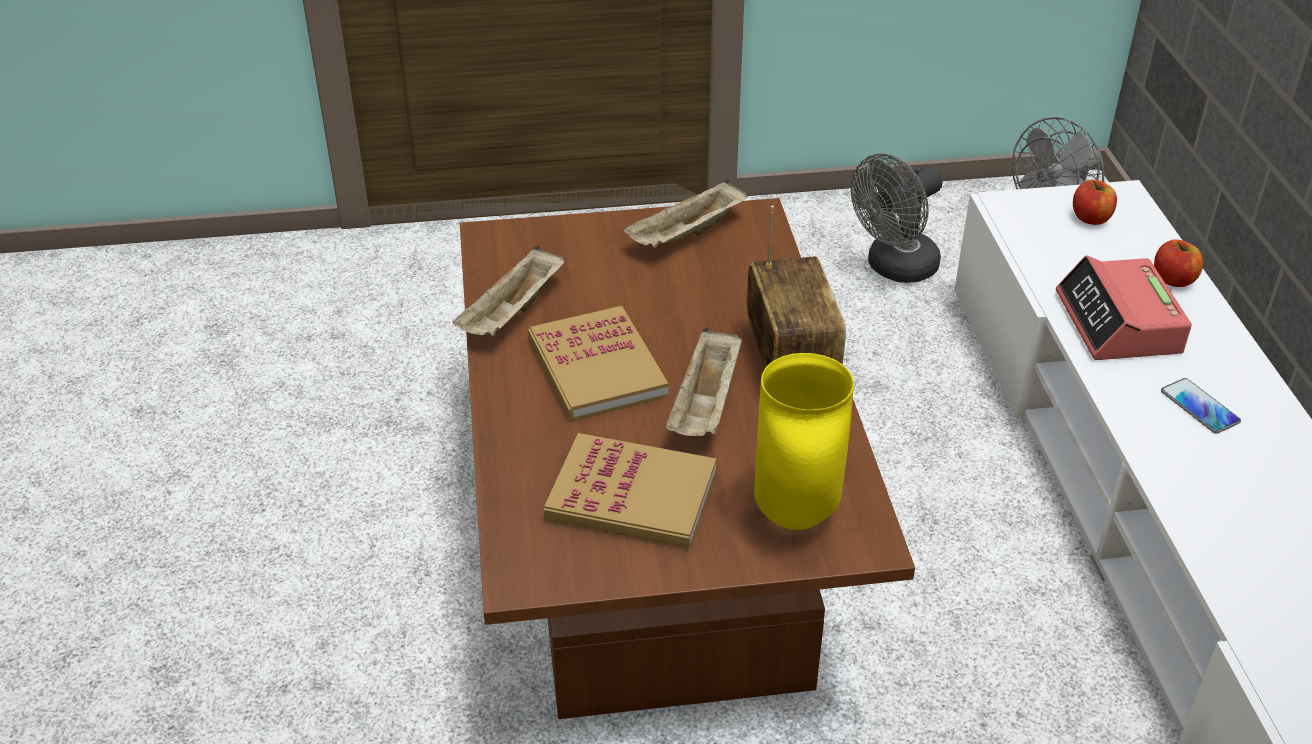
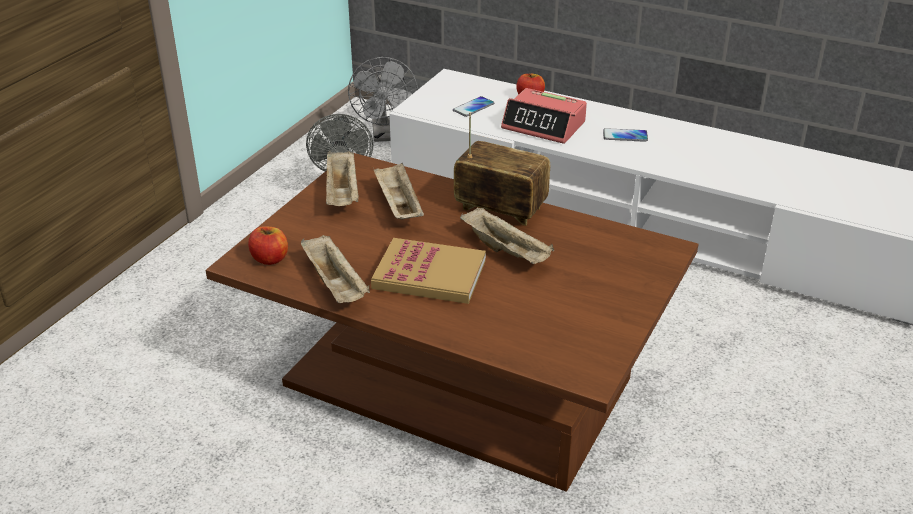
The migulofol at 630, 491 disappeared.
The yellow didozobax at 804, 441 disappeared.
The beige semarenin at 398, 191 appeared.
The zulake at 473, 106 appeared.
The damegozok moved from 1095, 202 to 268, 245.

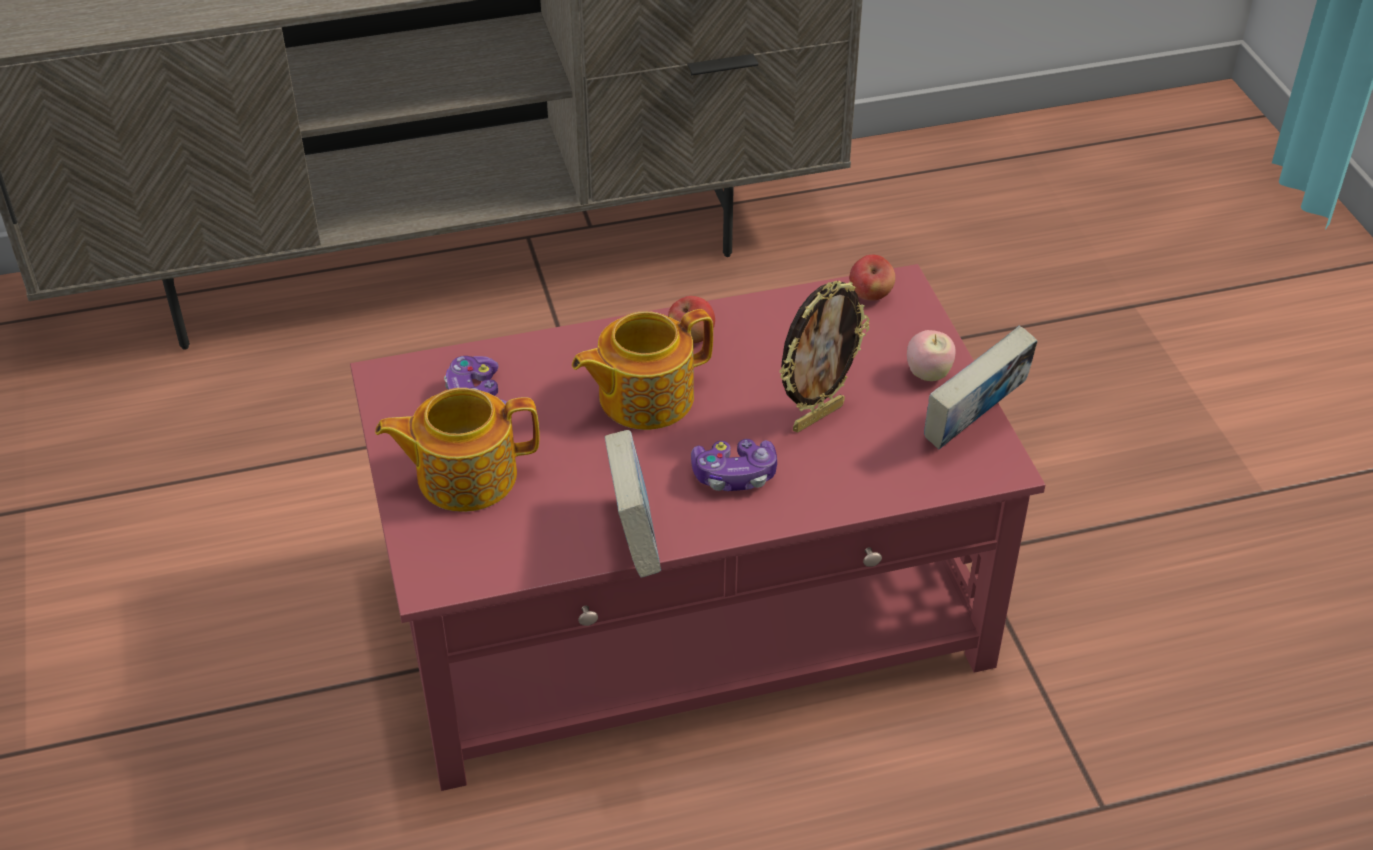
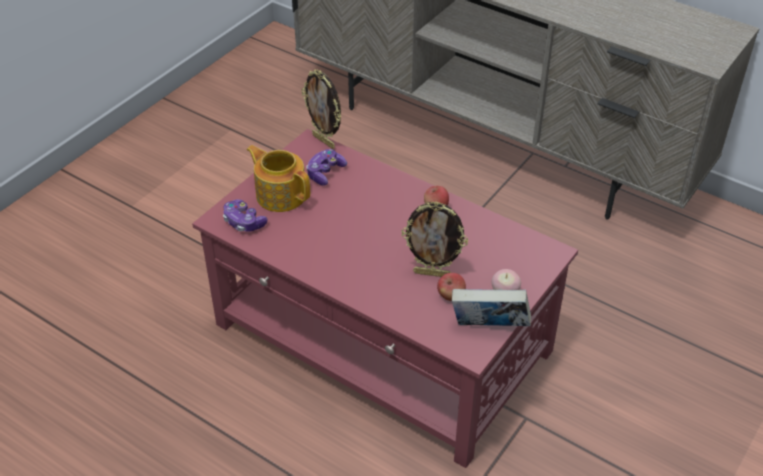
The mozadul at 642, 369 disappeared.
The migulofol at 633, 504 disappeared.
The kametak at 321, 109 appeared.
The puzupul moved from 734, 465 to 245, 215.
The damegozok moved from 872, 278 to 451, 287.

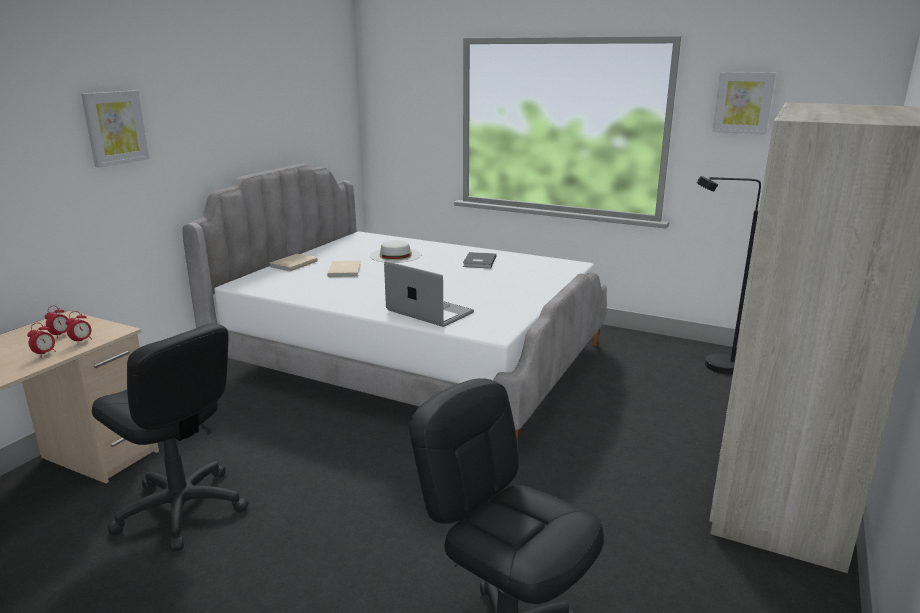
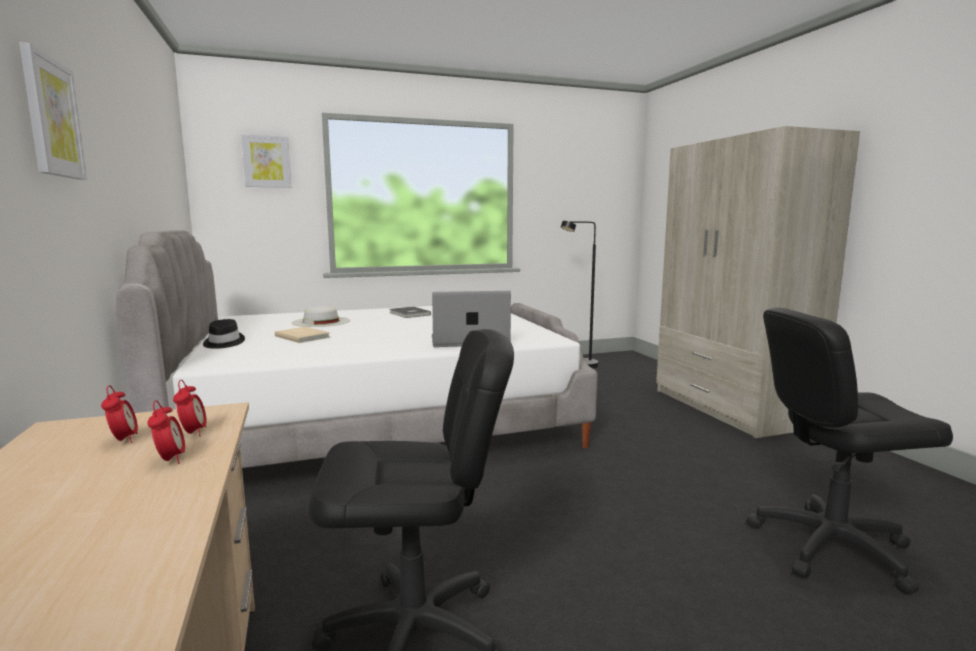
The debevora moved from 744, 103 to 266, 161.
The beige migulofol at 294, 262 was replaced by the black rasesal at 224, 334.

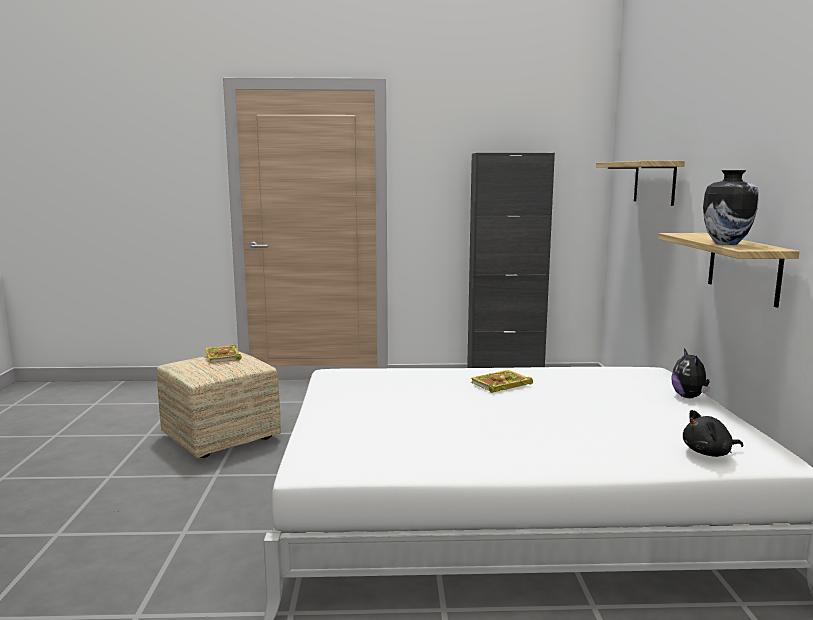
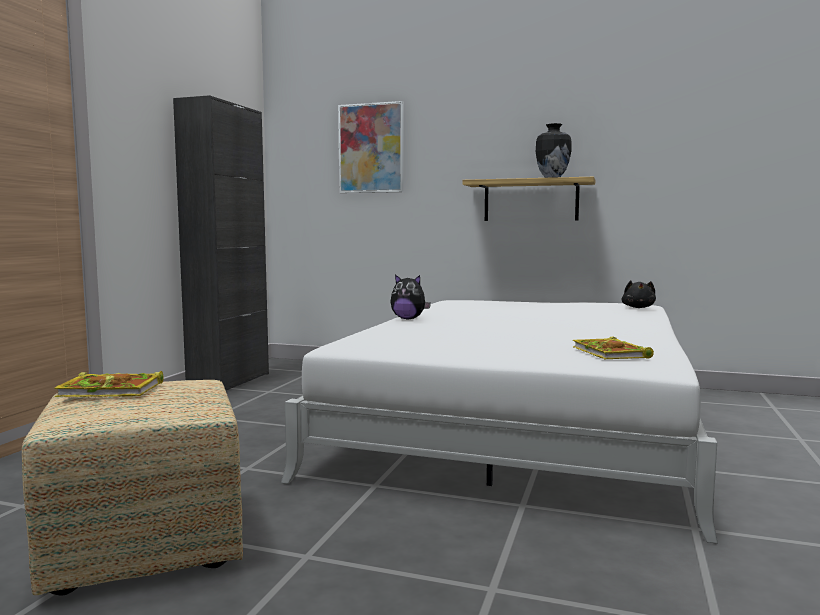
The migulofol moved from 502, 381 to 613, 348.
The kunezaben moved from 690, 373 to 411, 296.
The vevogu at 640, 183 was replaced by the debevora at 371, 147.

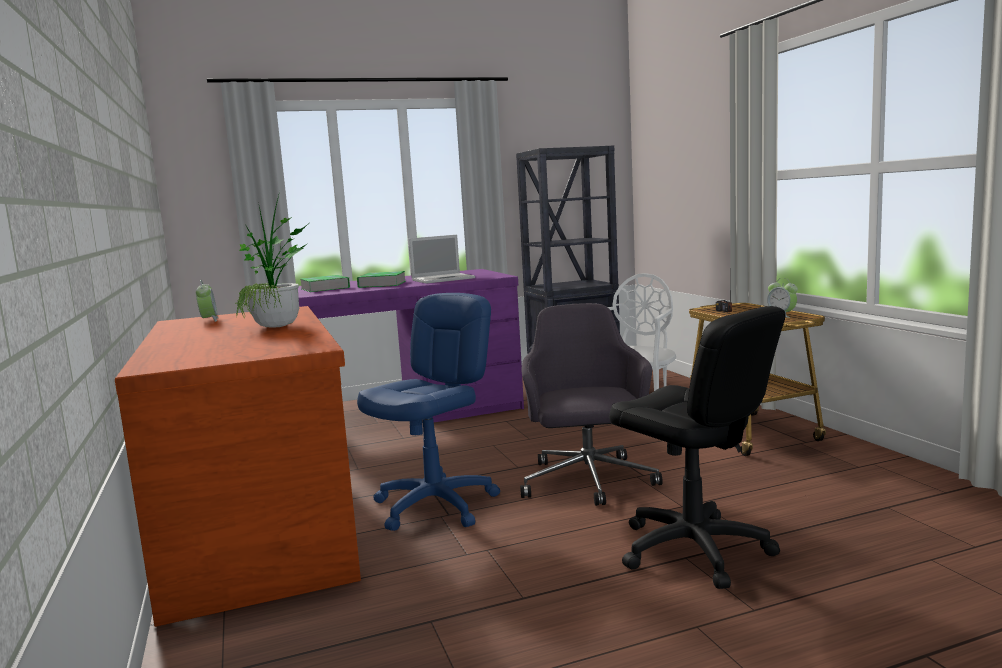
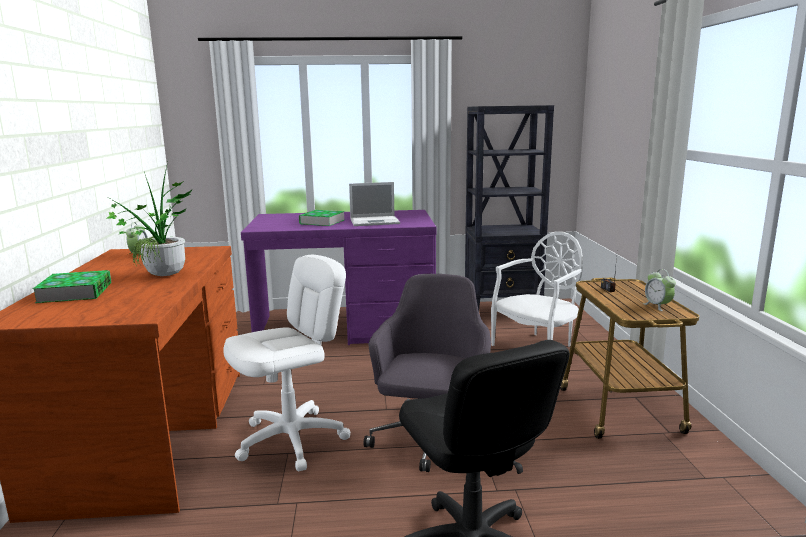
The migulofol moved from 325, 283 to 72, 286.
The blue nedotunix at 428, 412 became the white nedotunix at 286, 363.

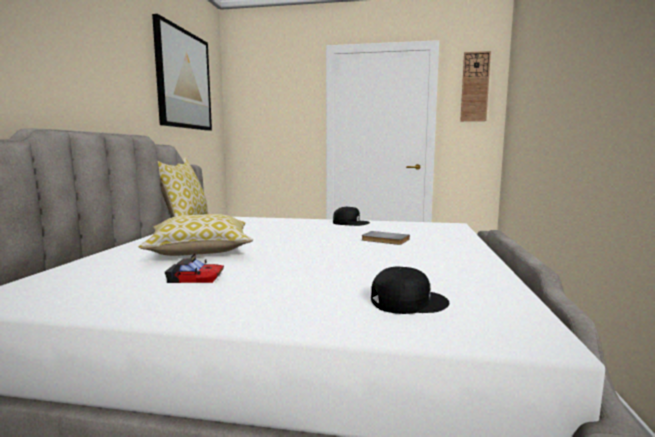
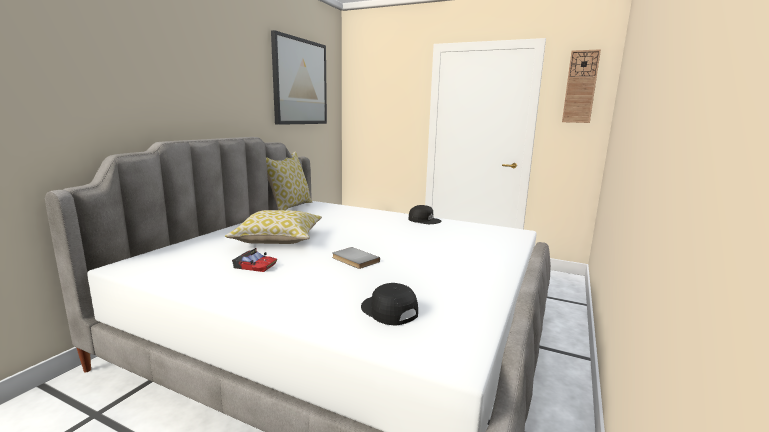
The grey migulofol moved from 386, 238 to 356, 258.
The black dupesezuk at 410, 290 turned 135 degrees counterclockwise.

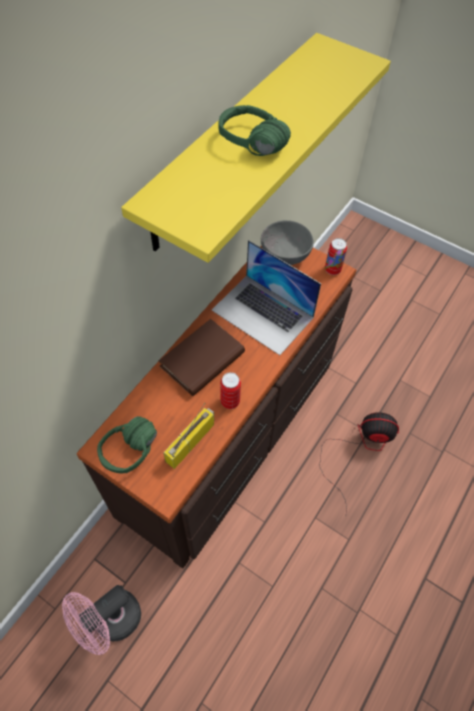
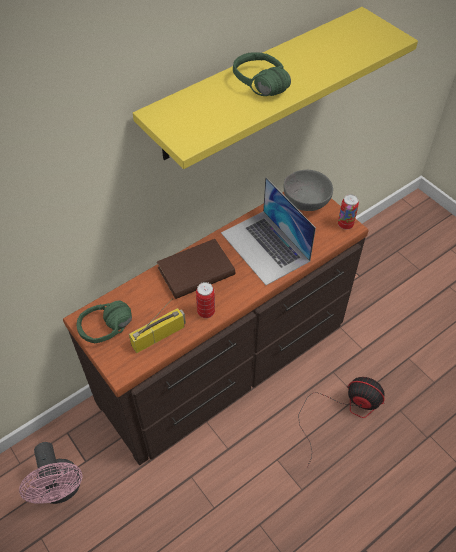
The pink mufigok at 101, 620 turned 90 degrees counterclockwise.

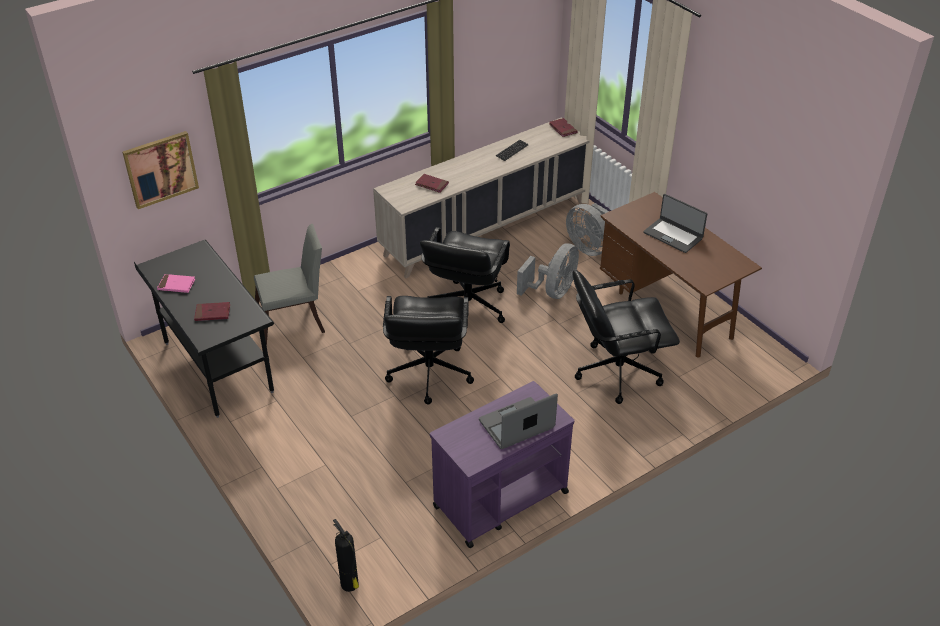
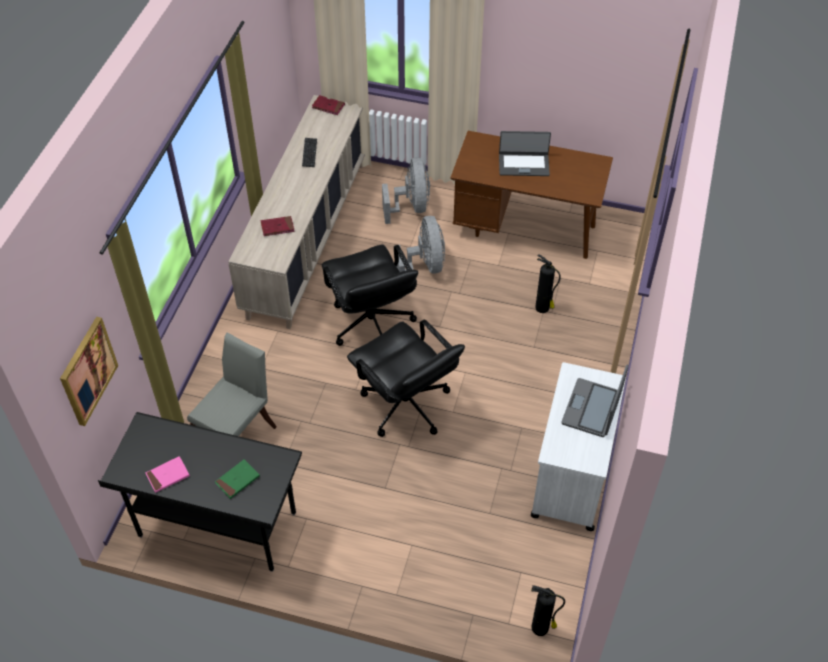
The black nedotunix at 626, 337 was replaced by the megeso at 548, 283.
The red migulofol at 212, 311 became the green migulofol at 237, 479.
The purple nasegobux at 502, 464 became the white nasegobux at 578, 446.
The grey mufigok at 587, 229 turned 105 degrees counterclockwise.

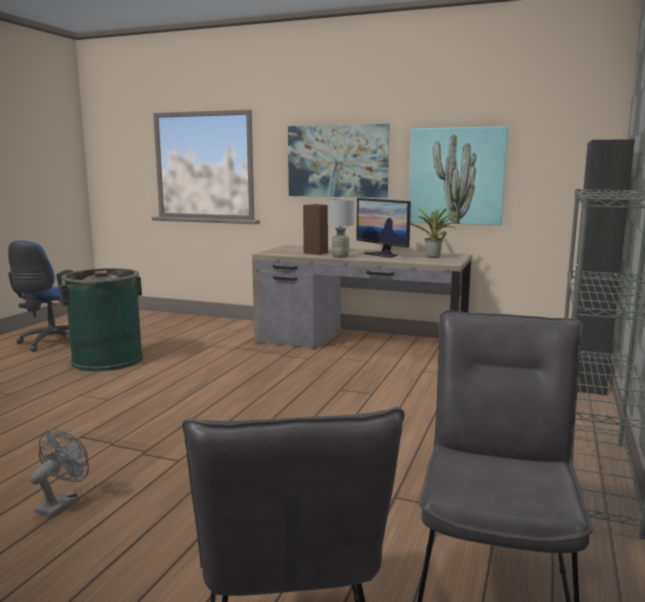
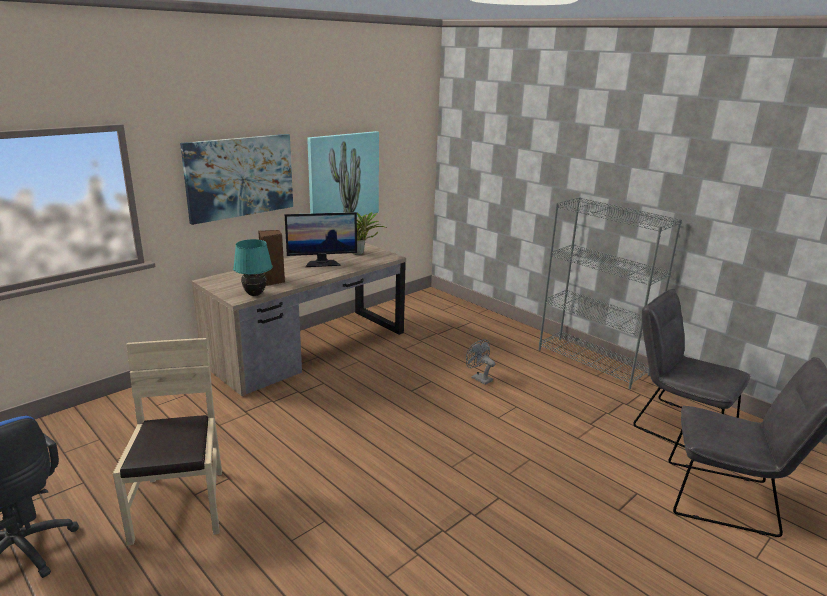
The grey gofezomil at 341, 228 disappeared.
The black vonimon at 603, 267 disappeared.
The turquoise gofezomil at 252, 267 appeared.
The grey mufigok moved from 59, 473 to 480, 362.
The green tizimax at 101, 320 was replaced by the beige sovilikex at 167, 442.

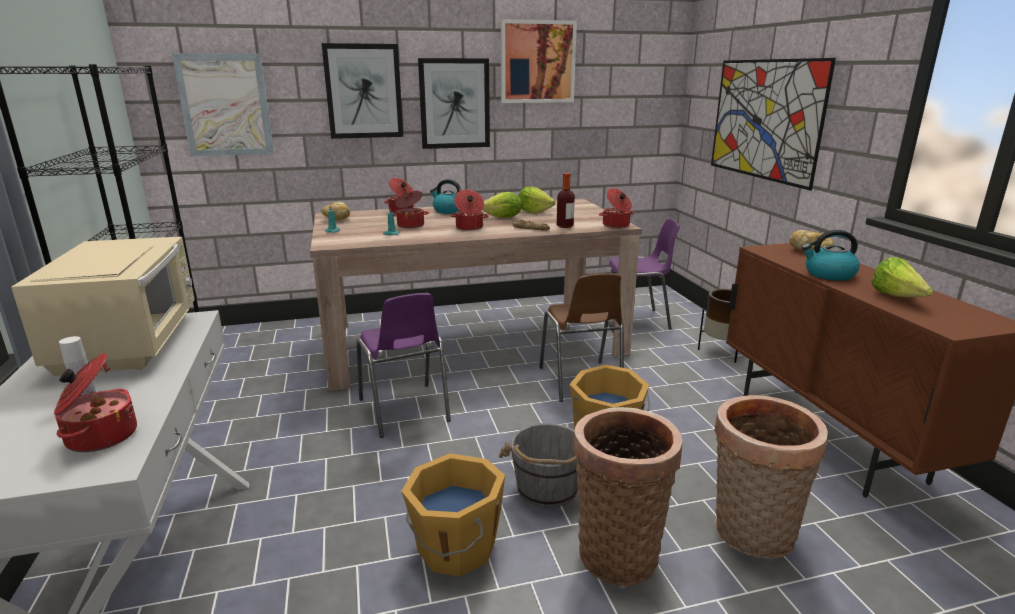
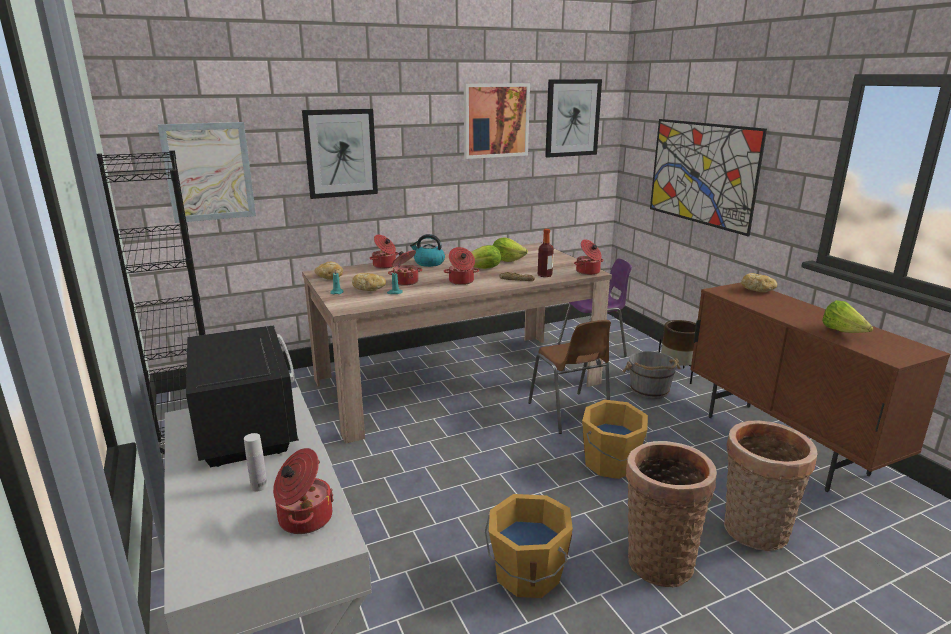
The purple sovilikex at 404, 365 disappeared.
The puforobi at 831, 255 disappeared.
The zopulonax at 369, 282 appeared.
The debevora moved from 454, 103 to 573, 118.
The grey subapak moved from 538, 465 to 651, 375.
The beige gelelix at 103, 306 became the black gelelix at 242, 396.

